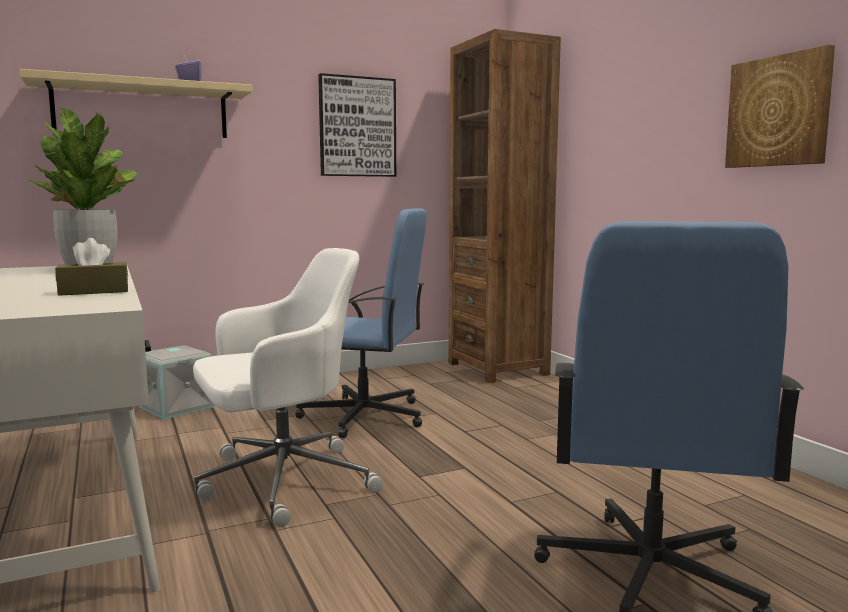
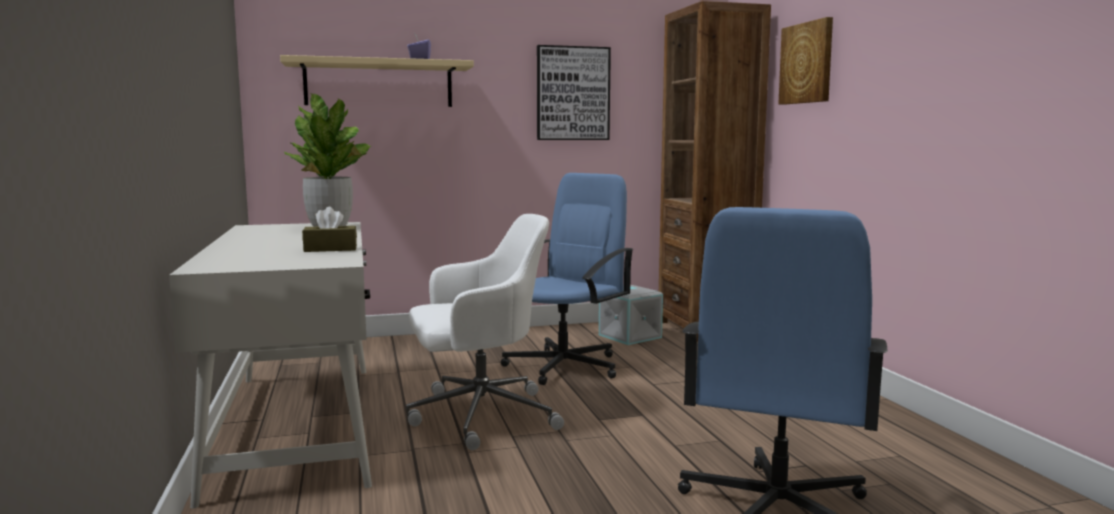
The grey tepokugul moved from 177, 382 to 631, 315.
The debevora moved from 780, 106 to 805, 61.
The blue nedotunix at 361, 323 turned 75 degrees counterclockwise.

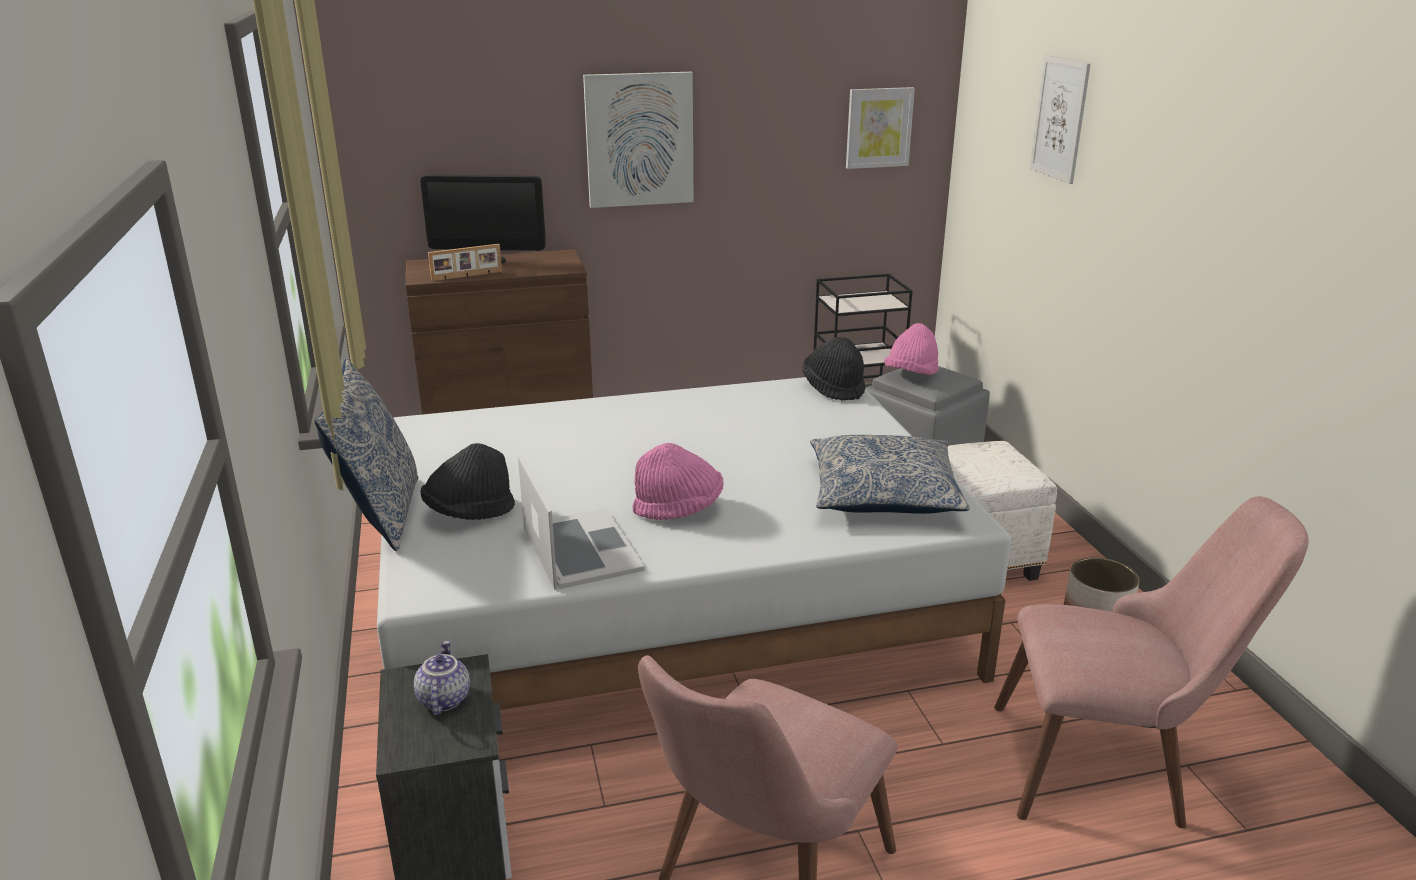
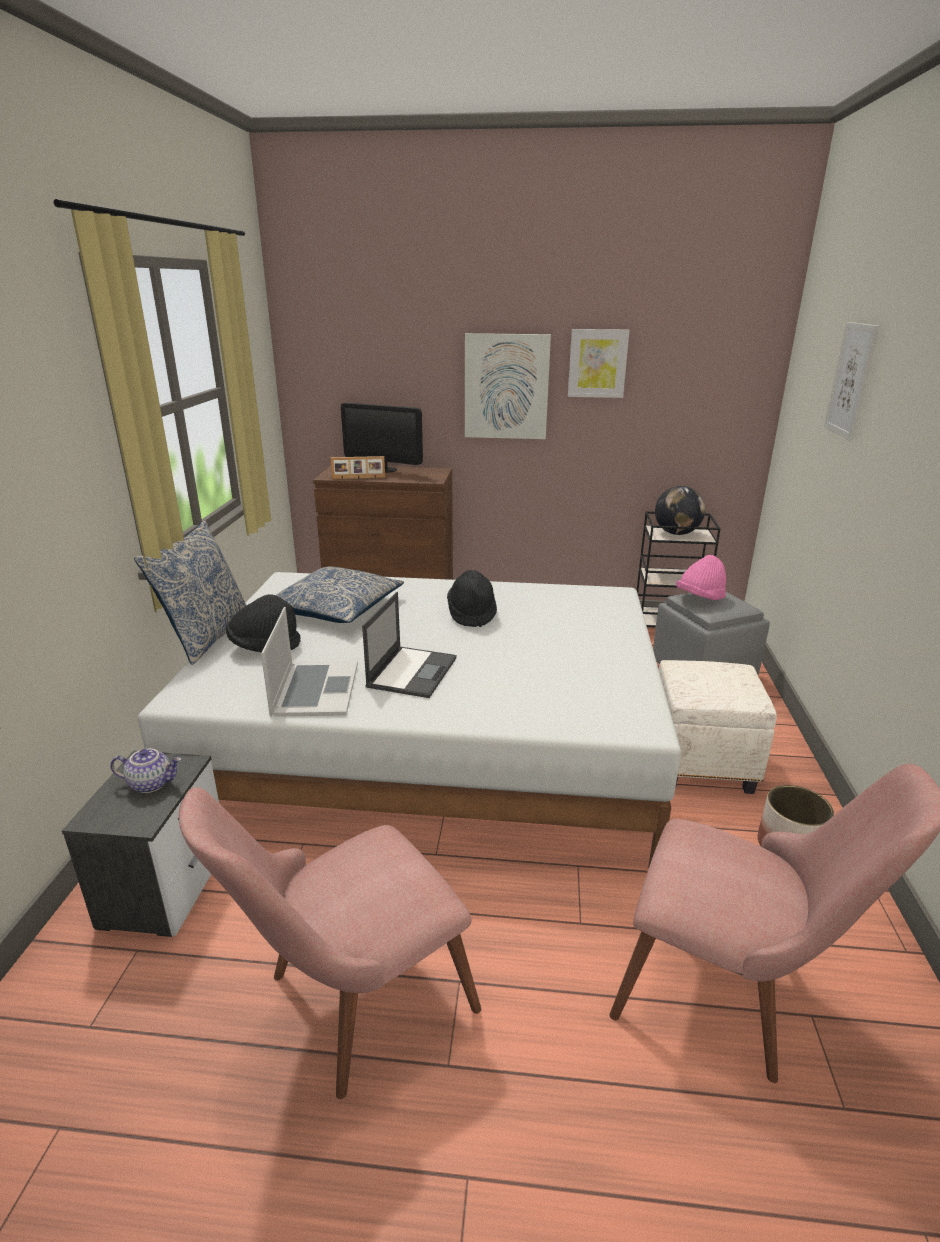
The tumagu at 680, 510 appeared.
The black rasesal moved from 833, 369 to 472, 598.
The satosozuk moved from 890, 474 to 340, 595.
The debevora moved from 880, 128 to 598, 363.
The pink rasesal at 678, 481 was replaced by the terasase at 409, 645.
The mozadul at 442, 678 turned 75 degrees clockwise.

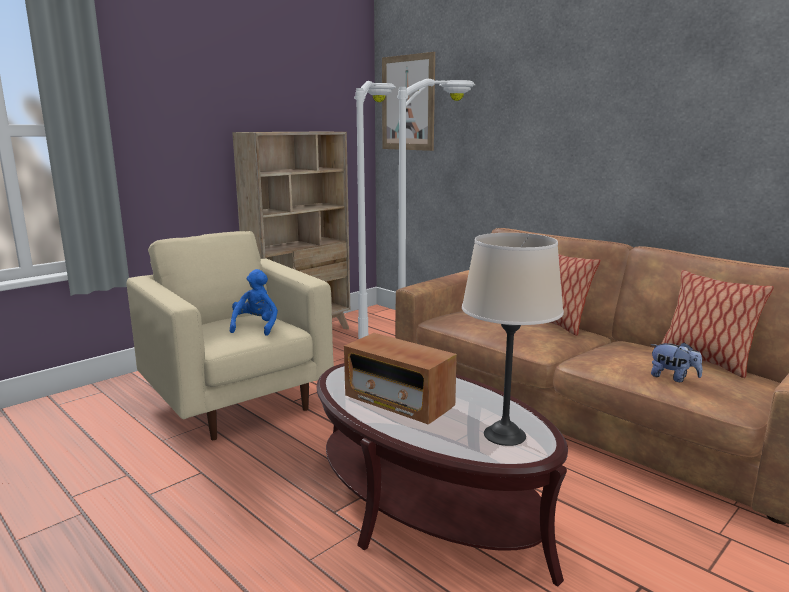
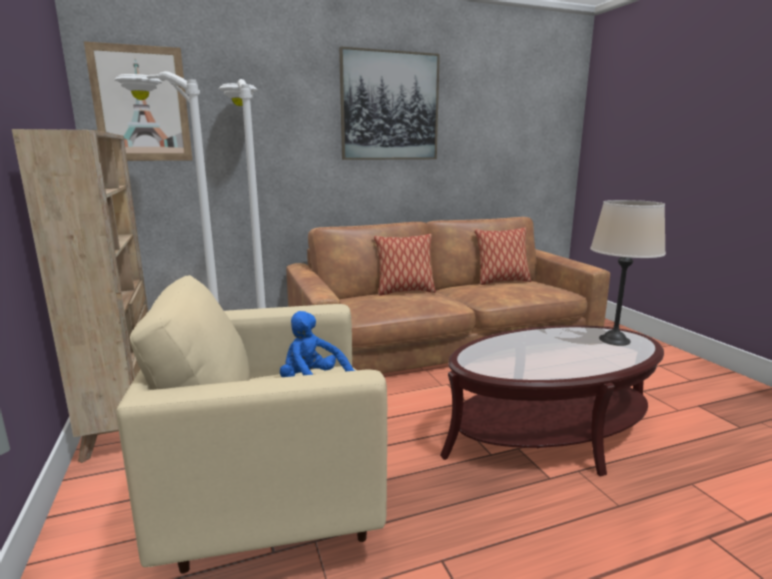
The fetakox at 400, 379 disappeared.
The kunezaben at 676, 362 disappeared.
The debevora at 389, 103 appeared.

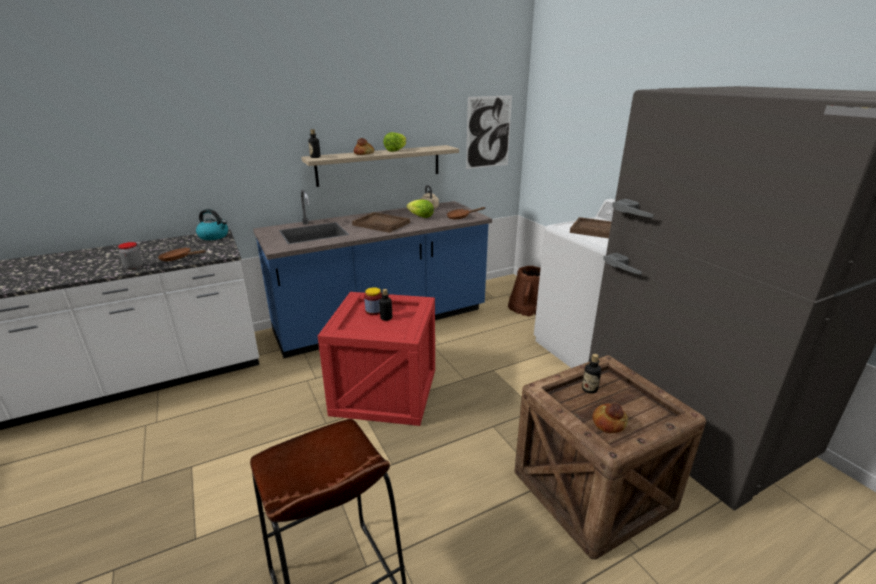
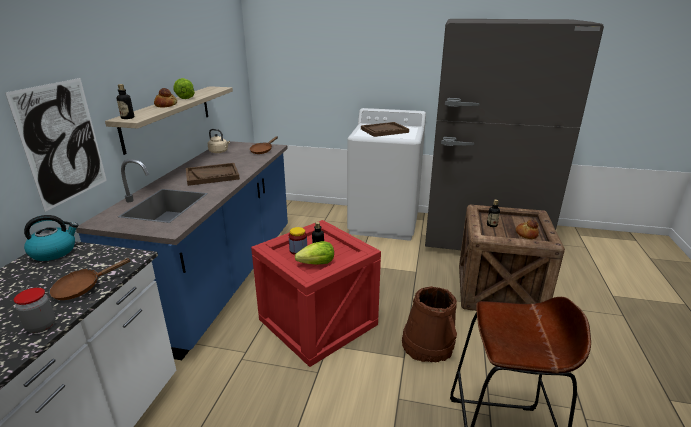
The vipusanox moved from 420, 208 to 314, 253.
The debevora moved from 489, 132 to 56, 145.
The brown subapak moved from 524, 291 to 429, 324.

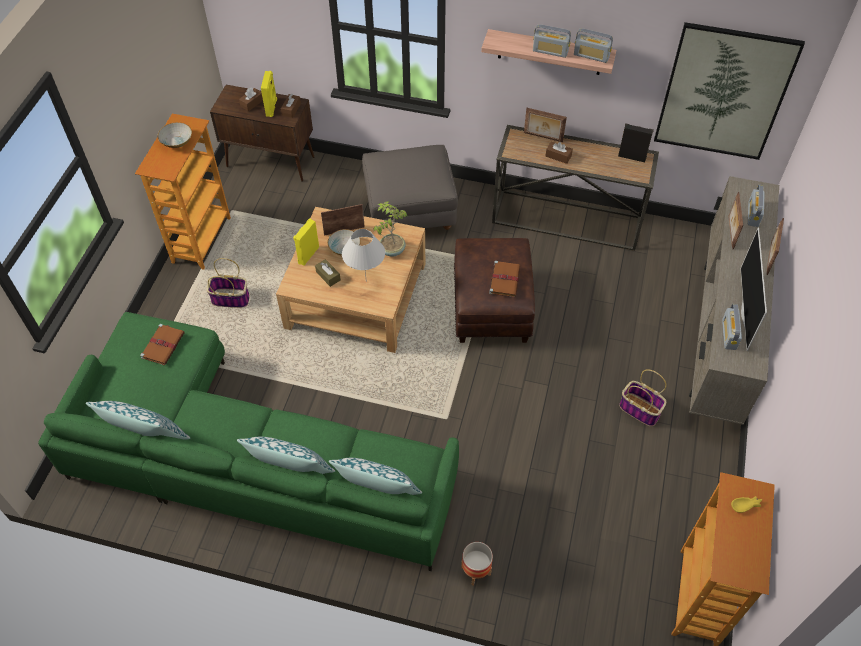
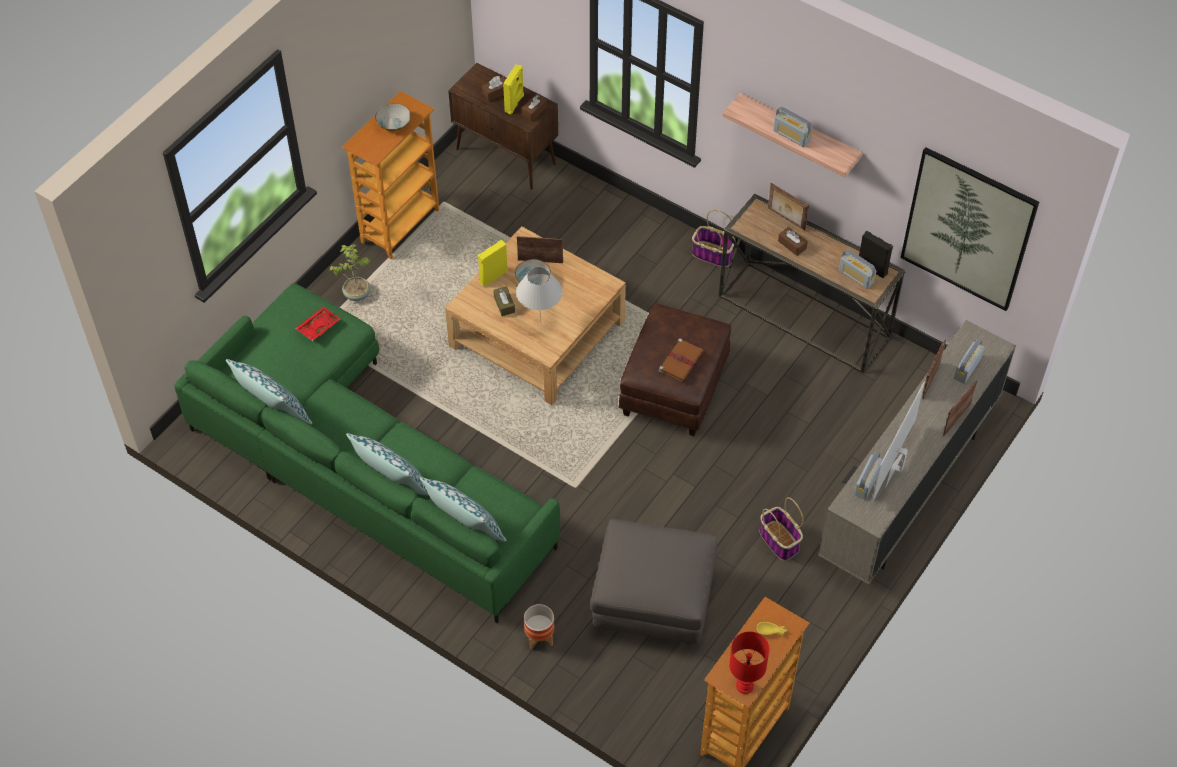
The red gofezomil at 749, 662 appeared.
The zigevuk moved from 228, 283 to 714, 238.
The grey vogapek moved from 410, 187 to 653, 582.
The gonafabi moved from 390, 229 to 349, 272.
The fetakox moved from 593, 45 to 857, 269.
The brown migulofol at 162, 344 was replaced by the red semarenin at 318, 324.

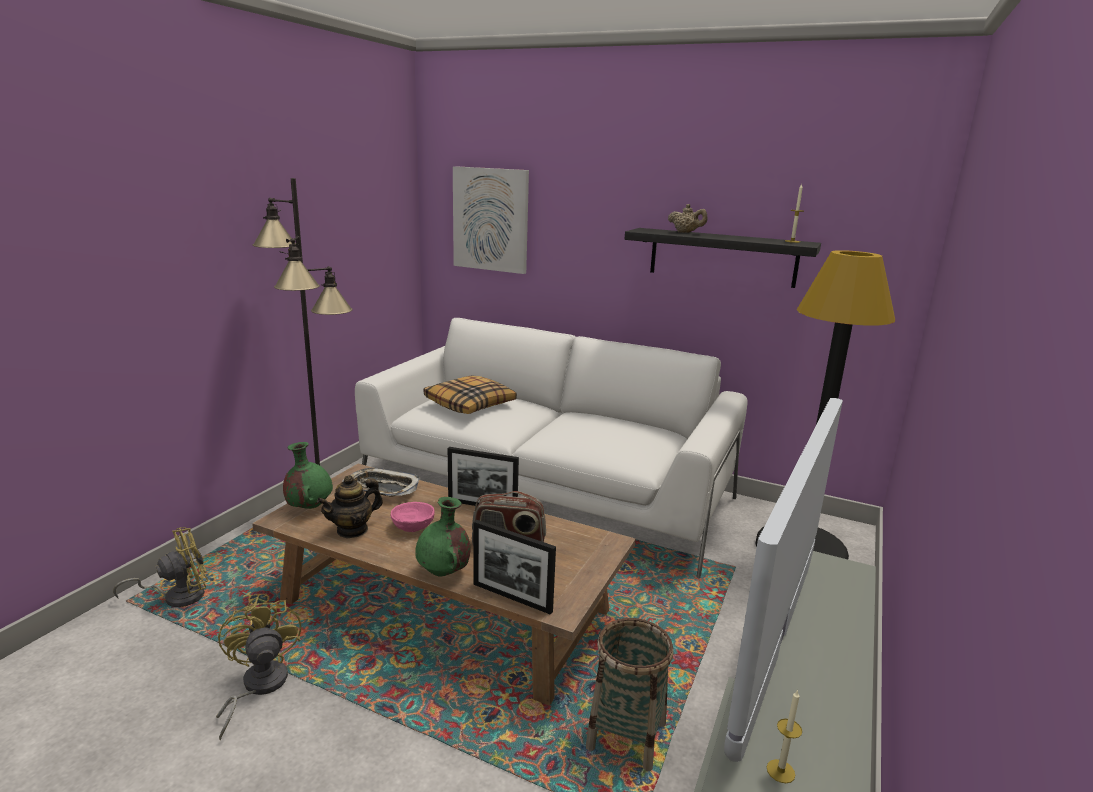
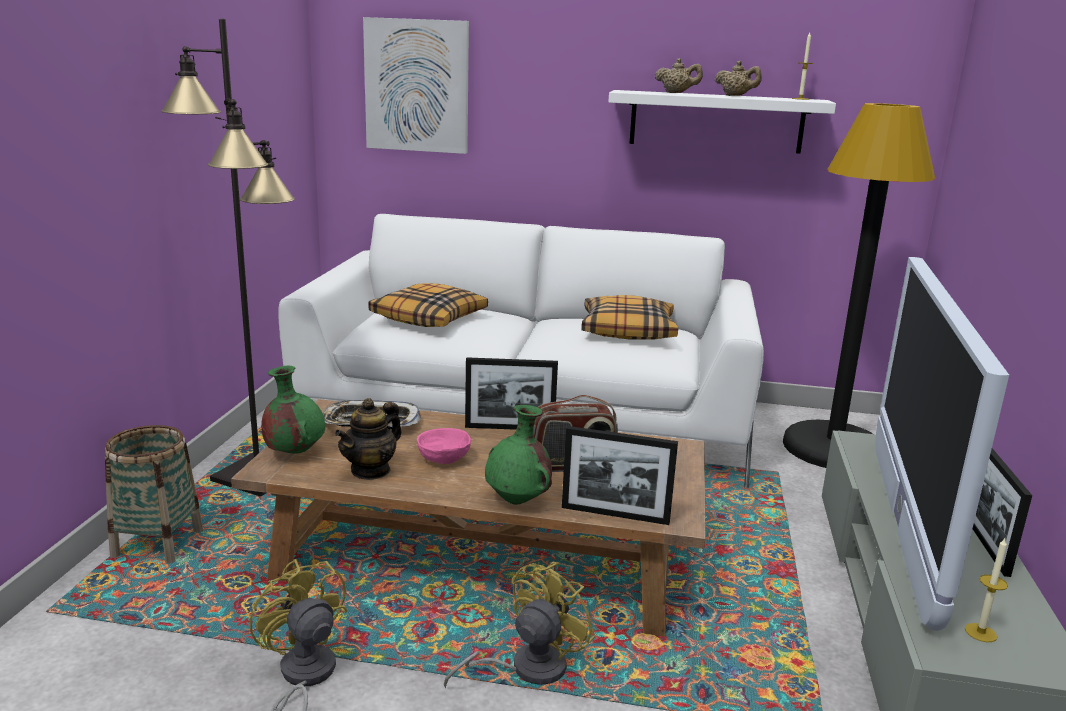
The satosozuk at 629, 317 appeared.
The beige mozadul at 738, 78 appeared.
The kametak at 1002, 512 appeared.
The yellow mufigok moved from 160, 567 to 520, 625.
The zigevuk moved from 630, 694 to 154, 494.
The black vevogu at 723, 258 became the white vevogu at 722, 122.

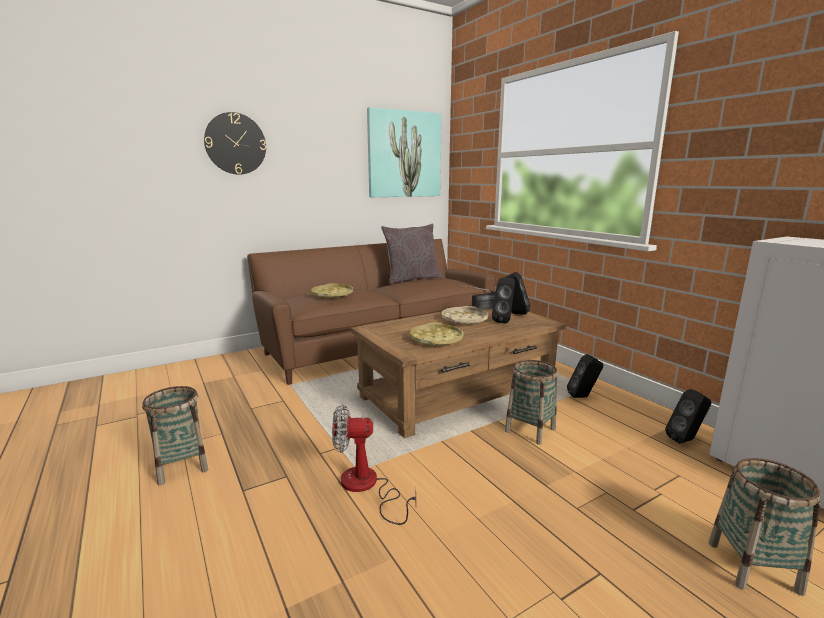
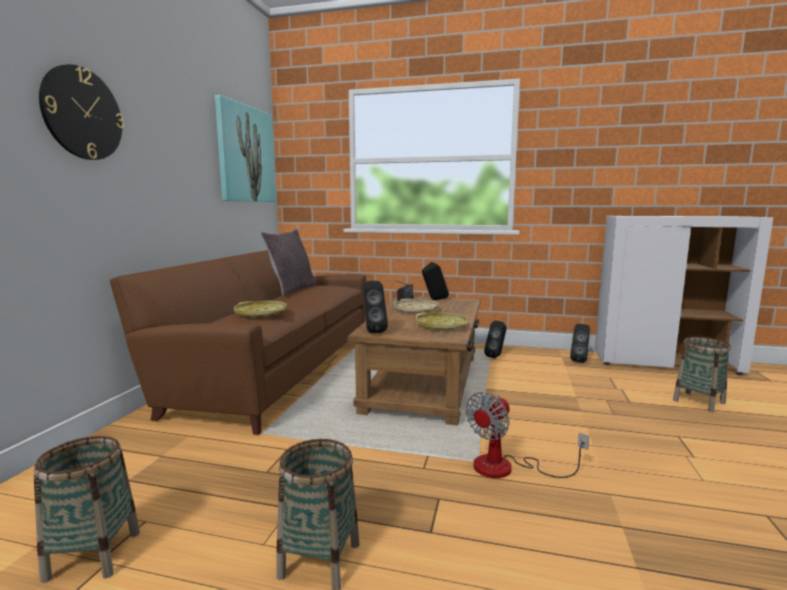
The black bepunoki moved from 503, 300 to 375, 307.
The zigevuk moved from 531, 402 to 87, 509.

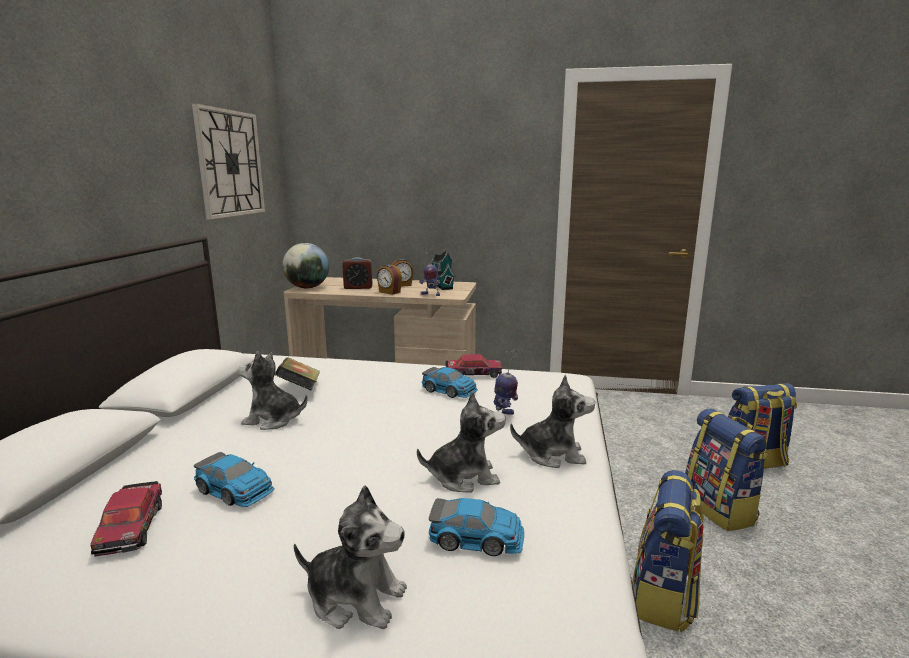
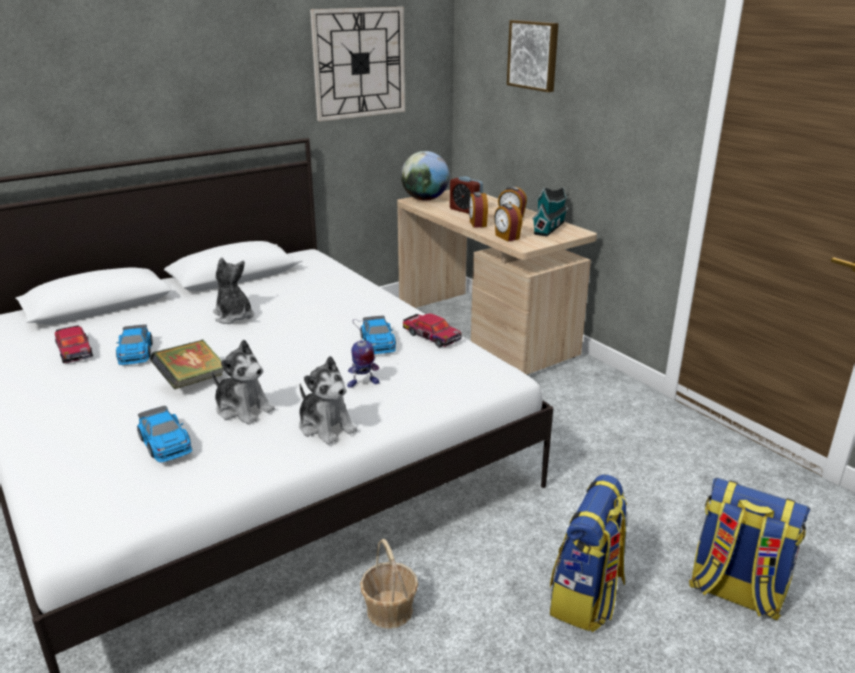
The kunezaben at 350, 557 disappeared.
The debevora at 532, 56 appeared.
The migulofol moved from 297, 374 to 187, 364.
The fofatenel at 429, 272 was replaced by the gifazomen at 508, 223.
The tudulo at 668, 551 was replaced by the zigevuk at 389, 584.
The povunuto at 126, 519 turned 60 degrees counterclockwise.

